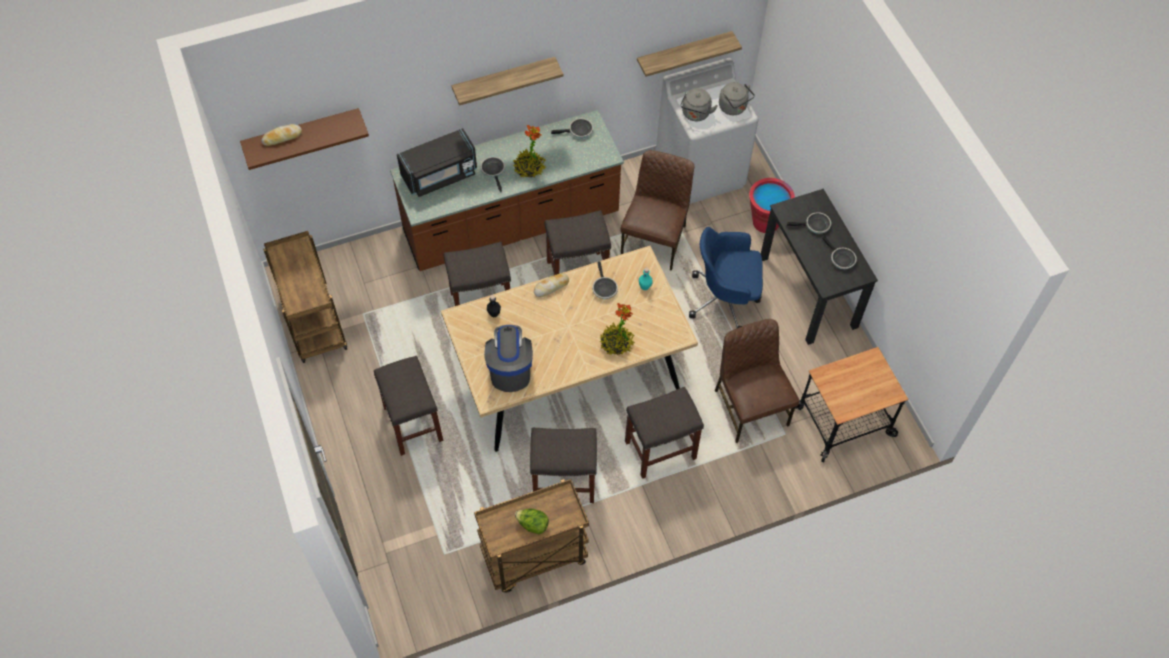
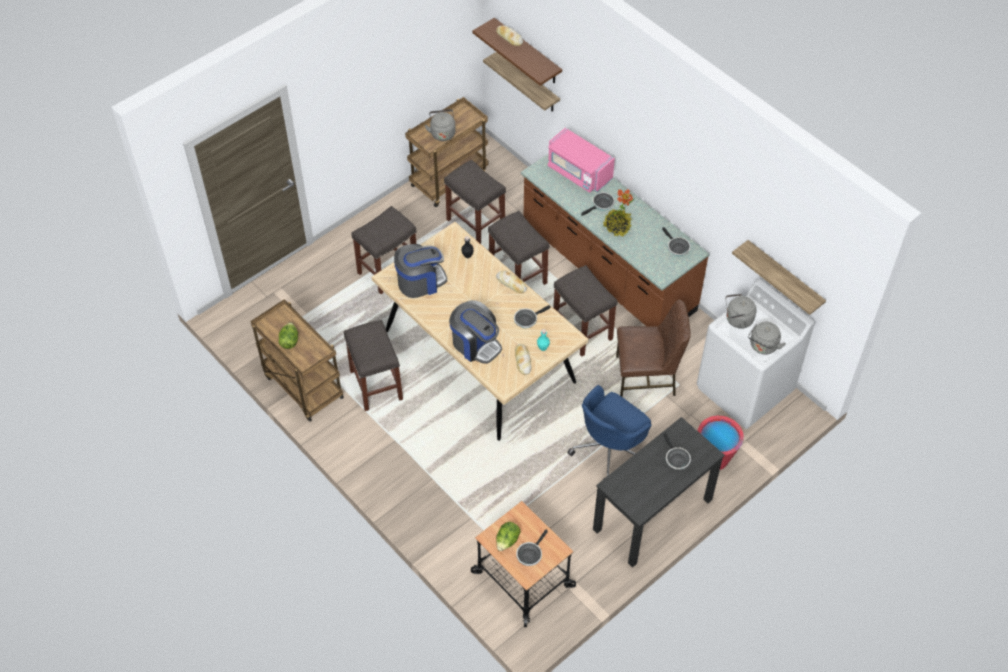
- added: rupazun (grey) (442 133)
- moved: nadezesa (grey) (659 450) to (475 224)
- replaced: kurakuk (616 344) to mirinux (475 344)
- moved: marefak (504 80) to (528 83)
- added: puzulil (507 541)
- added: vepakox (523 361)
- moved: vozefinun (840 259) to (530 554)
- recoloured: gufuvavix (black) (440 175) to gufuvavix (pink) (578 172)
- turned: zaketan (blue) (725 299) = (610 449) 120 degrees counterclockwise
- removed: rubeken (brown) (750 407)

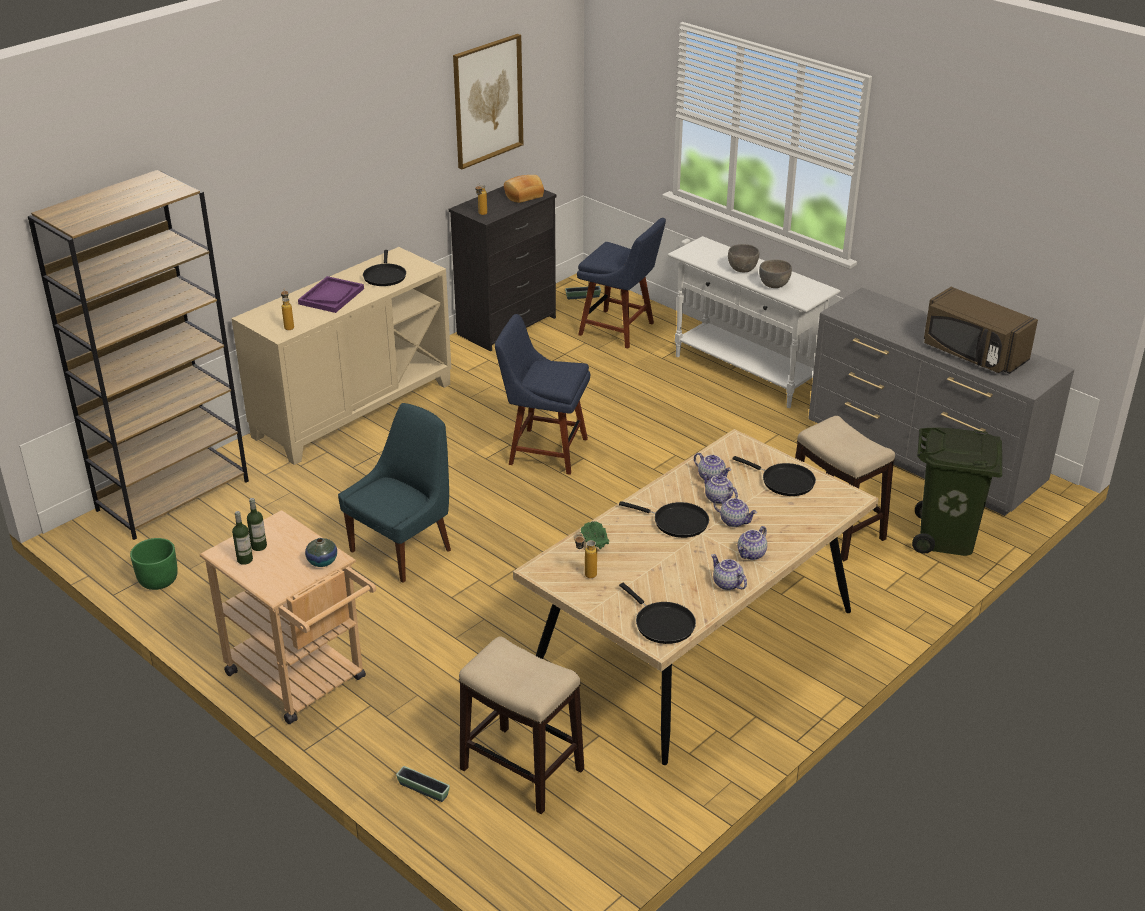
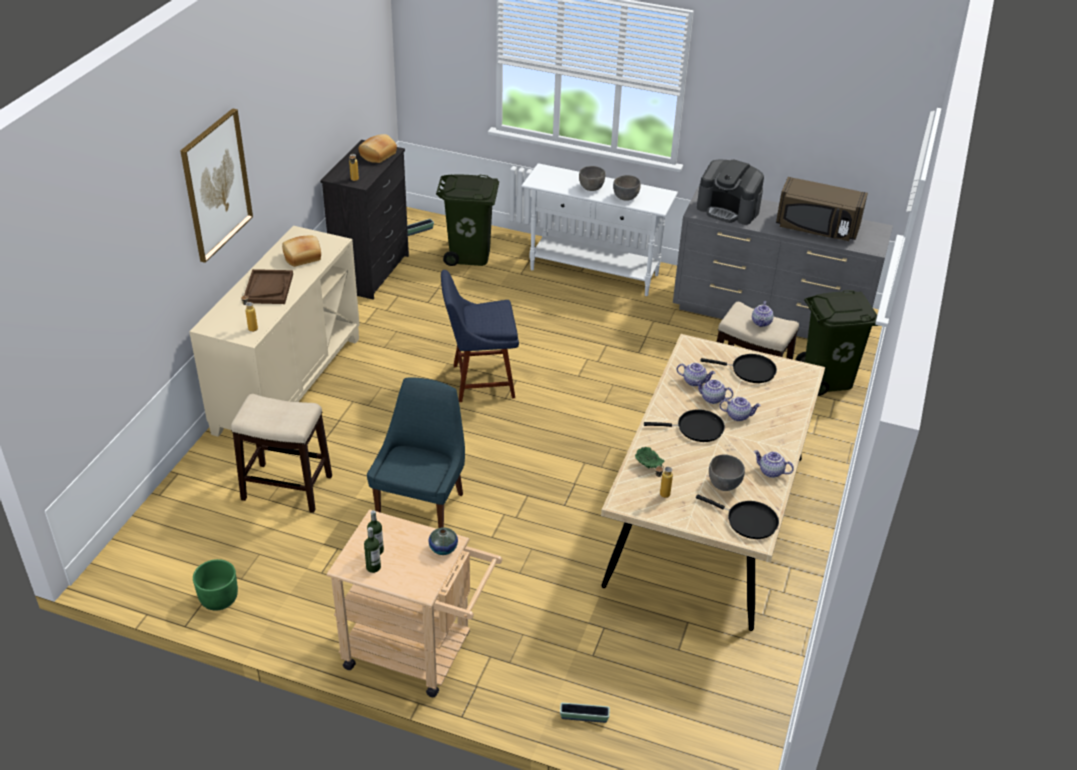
- moved: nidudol (487 101) to (216 185)
- moved: nadezesa (521 769) to (286 487)
- recoloured: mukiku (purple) (331 296) to mukiku (brown) (268 288)
- replaced: vozefinun (black) (384 276) to vepakox (302 257)
- replaced: rubeken (blue) (620 330) to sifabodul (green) (469 255)
- added: mirinux (728 209)
- added: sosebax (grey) (724 484)
- moved: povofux (752 554) to (762 323)
- removed: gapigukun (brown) (173 495)

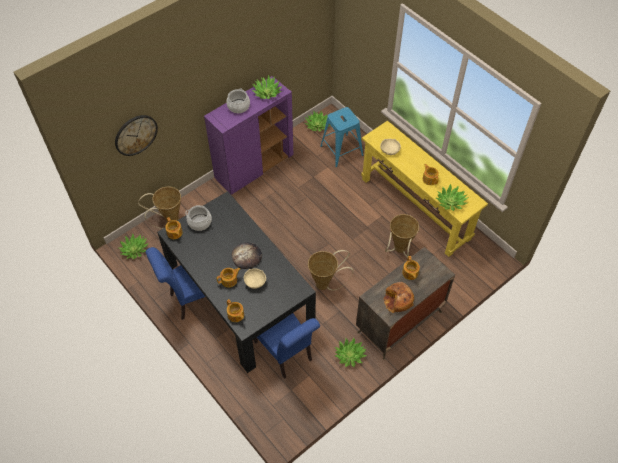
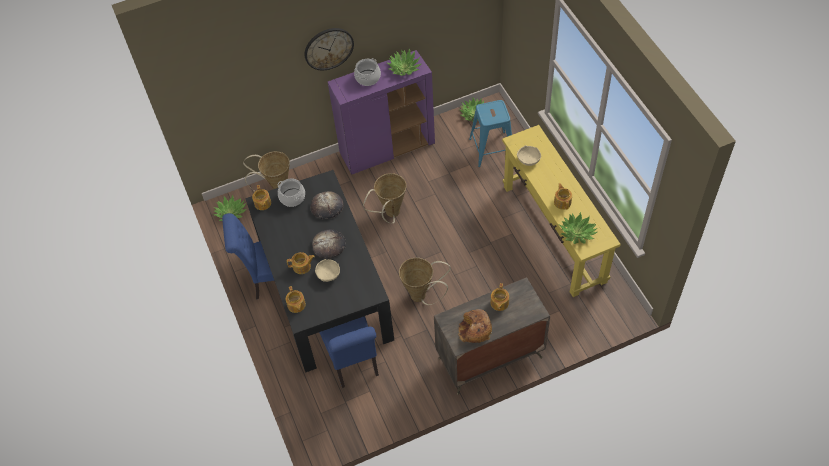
- moved: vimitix (135 135) to (328 48)
- added: vepakox (327 207)
- moved: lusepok (399 250) to (390 214)
- removed: kurakuk (350 355)

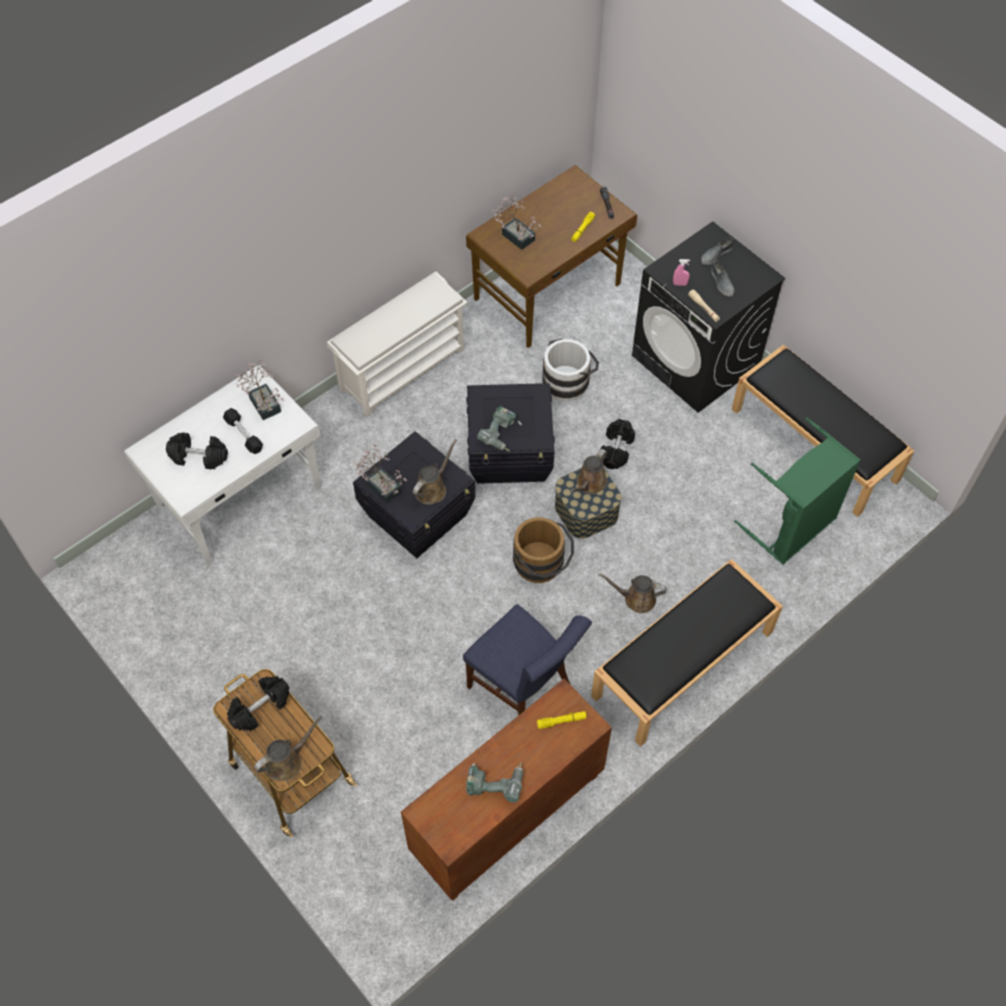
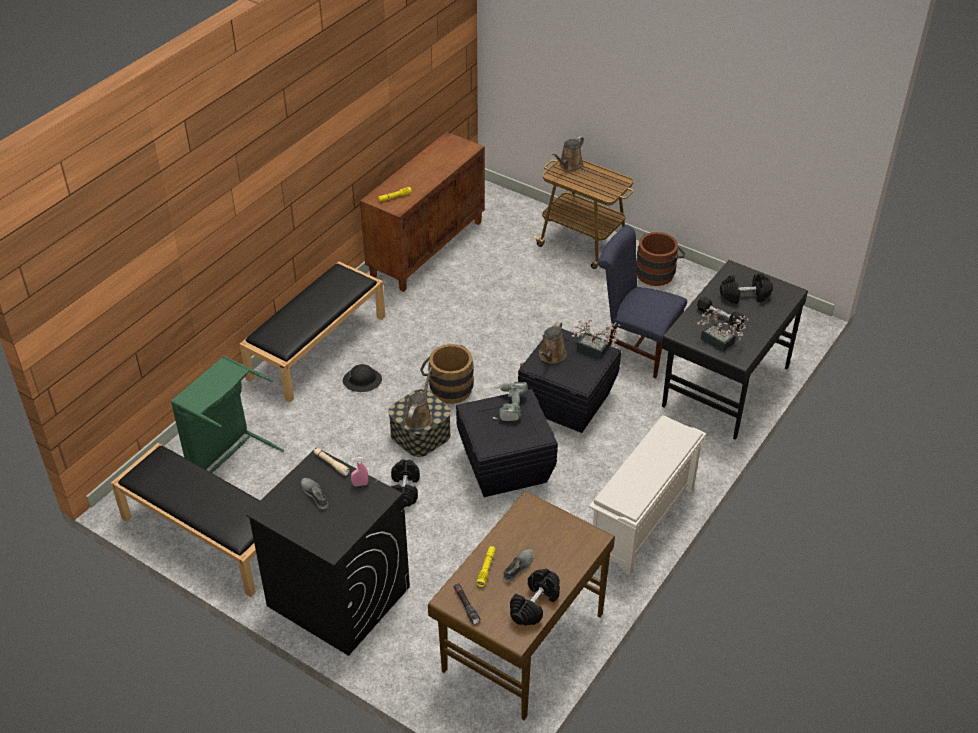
- replaced: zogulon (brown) (636 599) to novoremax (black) (362 380)
- moved: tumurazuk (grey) (716 254) to (519 567)
- moved: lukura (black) (260 707) to (534 605)
- moved: rubeken (blue) (524 688) to (635 348)
- added: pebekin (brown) (657 272)
- recoloured: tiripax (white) (241 497) to tiripax (black) (724 386)
- removed: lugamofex (495 783)
- removed: kurakuk (516 235)
- removed: pebekin (white) (568 381)

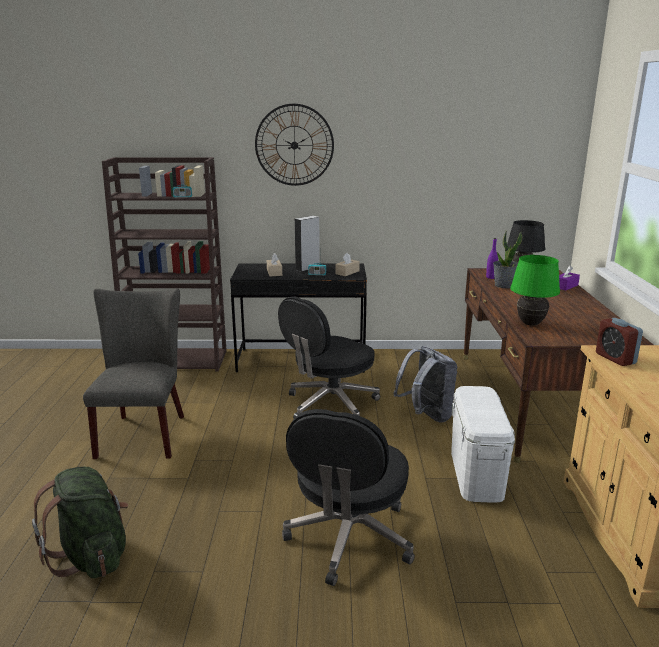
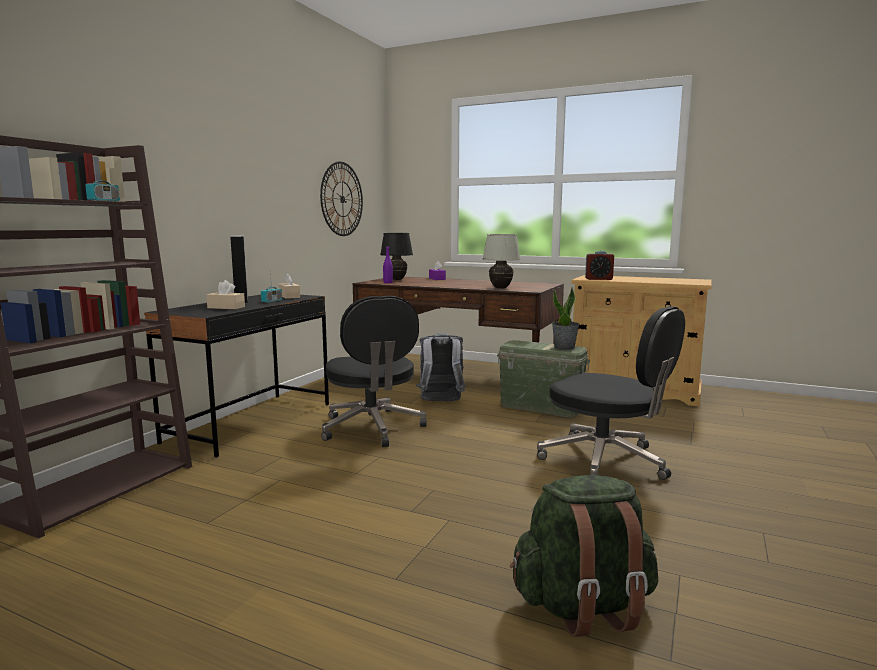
- moved: vimitix (294 145) to (342 199)
- recoloured: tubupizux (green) (530 324) to tubupizux (white) (501 288)
- recoloured: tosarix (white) (476 473) to tosarix (green) (541 407)
- moved: kurakuk (503 285) to (564 347)
- removed: rubeken (grey) (144 432)

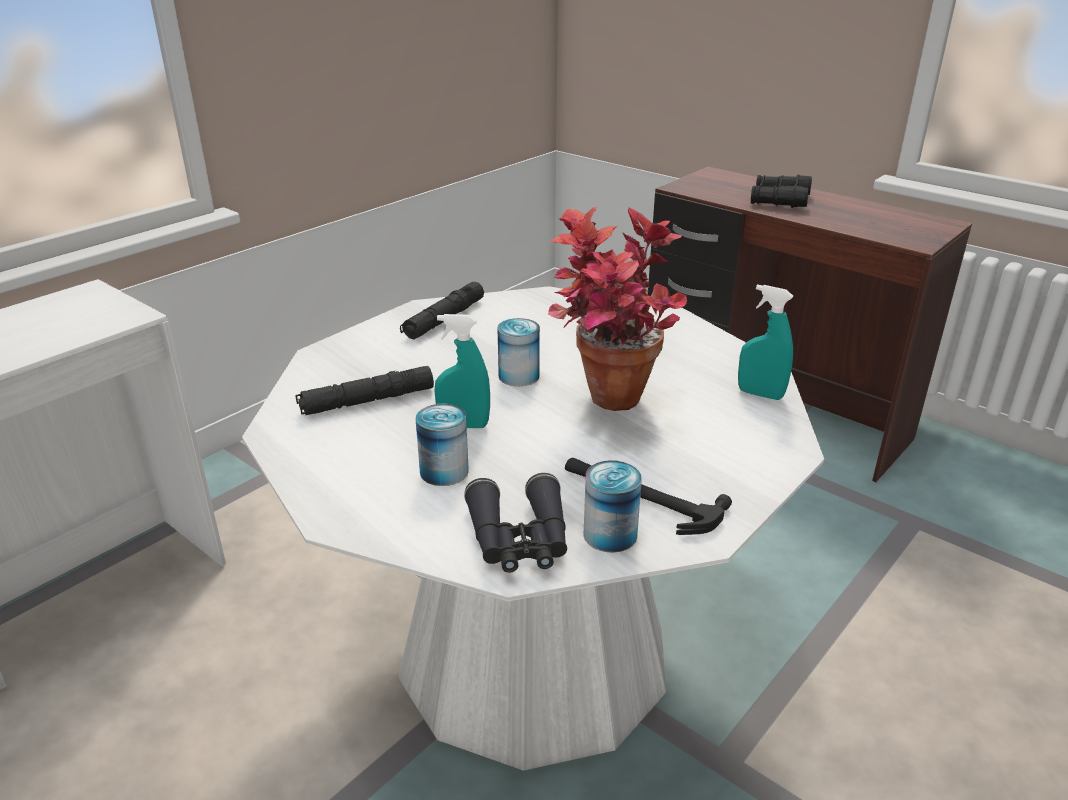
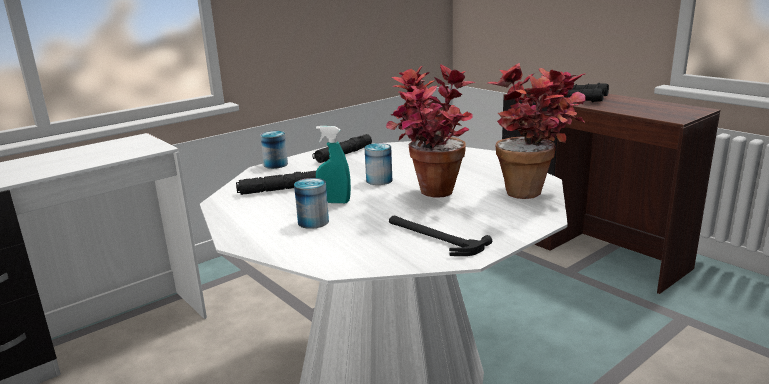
- moved: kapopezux (610 534) to (275 164)
- replaced: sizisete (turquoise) (760 394) to kurakuk (535 192)
- removed: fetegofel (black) (519 540)

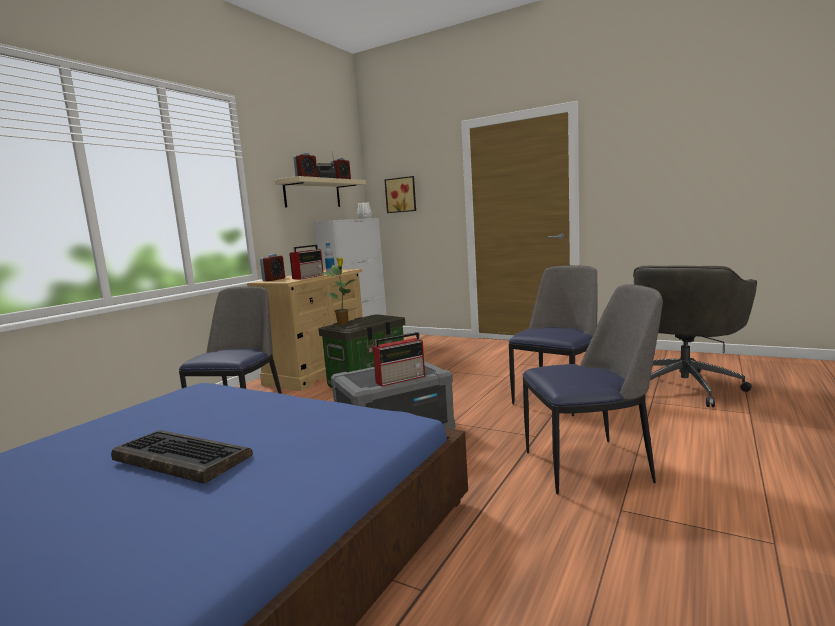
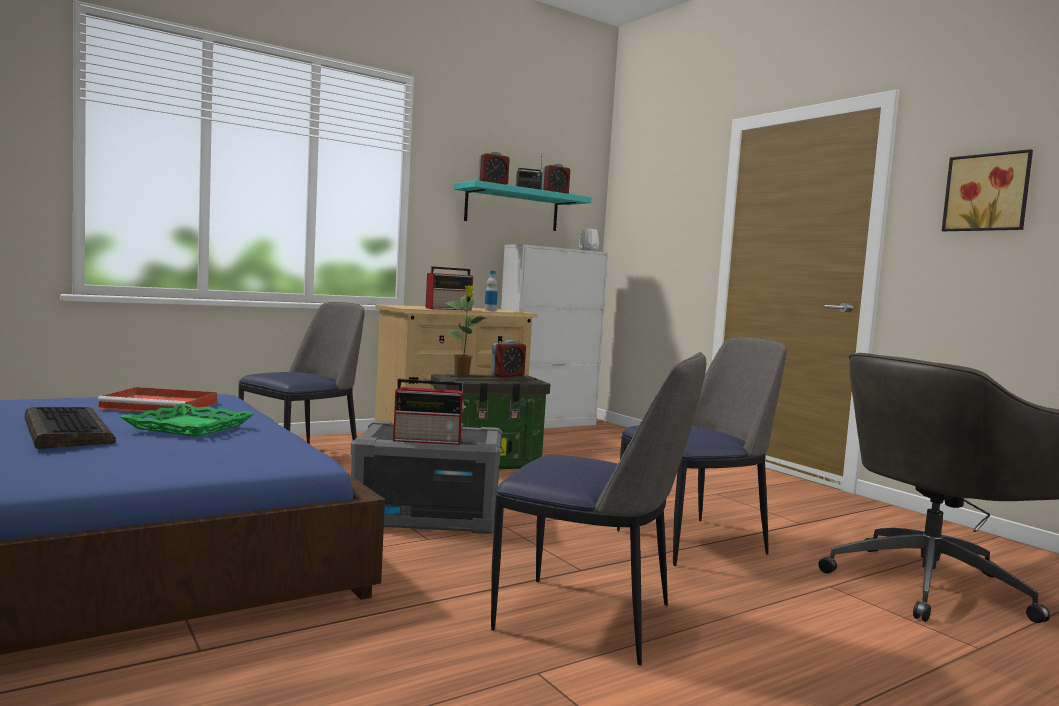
- added: mukiku (red) (162 405)
- added: mukiku (green) (190 427)
- recoloured: marefak (beige) (312 194) to marefak (turquoise) (512 209)
- moved: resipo (274 279) to (507 375)
- moved: nidudol (401 195) to (988 193)

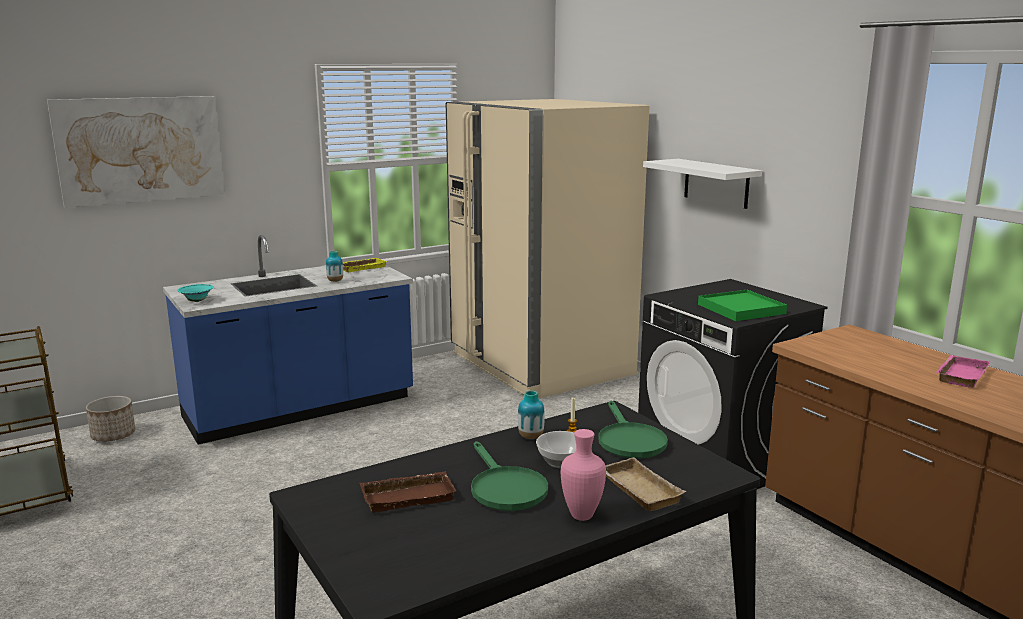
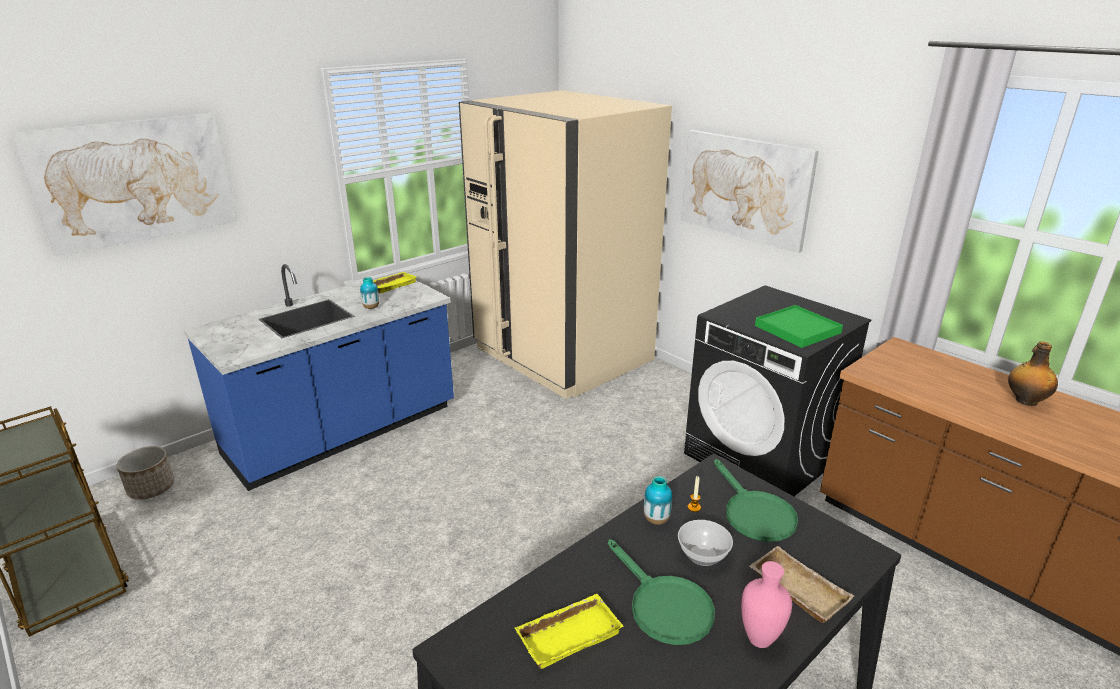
- recoloured: mukiku (brown) (408 496) to mukiku (yellow) (568 633)
- replaced: marefak (white) (716 183) to nidudol (745 188)
- replaced: mukiku (pink) (959 375) to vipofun (1025 401)
- removed: sosebax (turquoise) (197 301)

